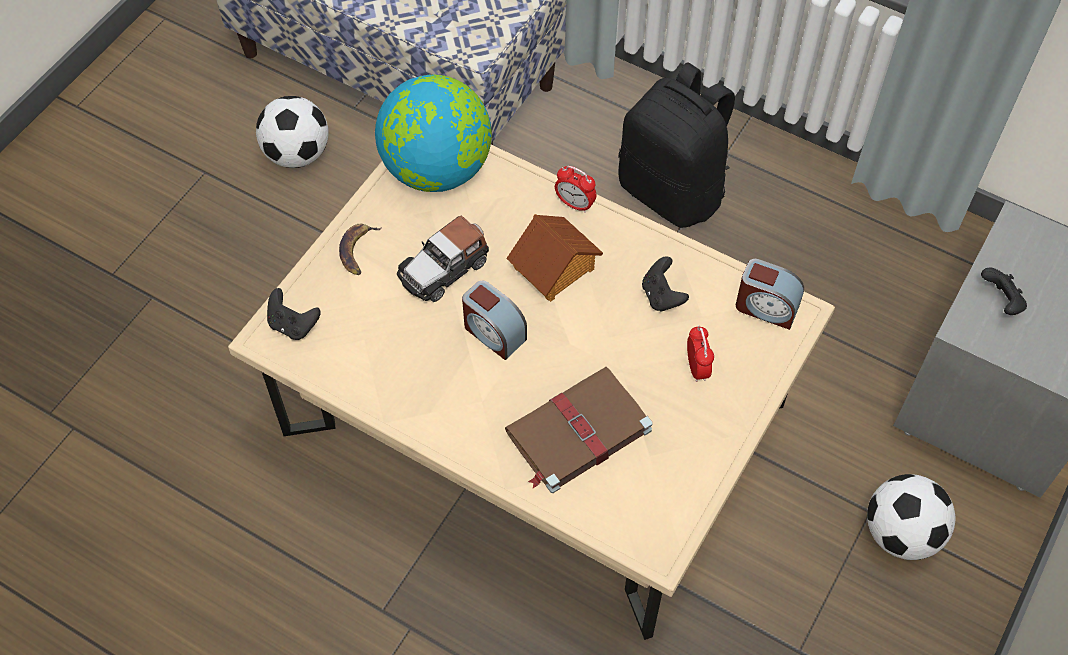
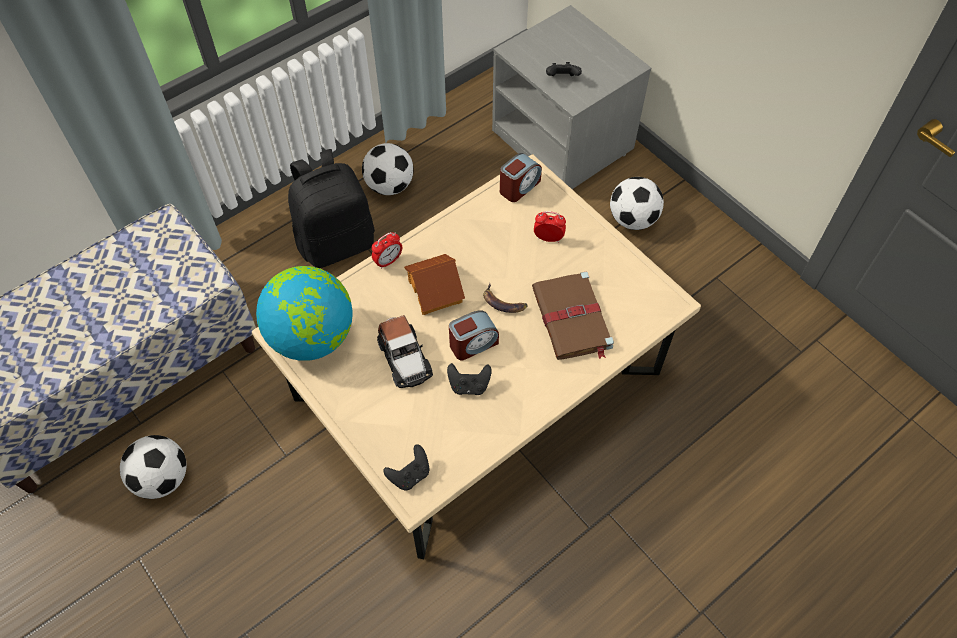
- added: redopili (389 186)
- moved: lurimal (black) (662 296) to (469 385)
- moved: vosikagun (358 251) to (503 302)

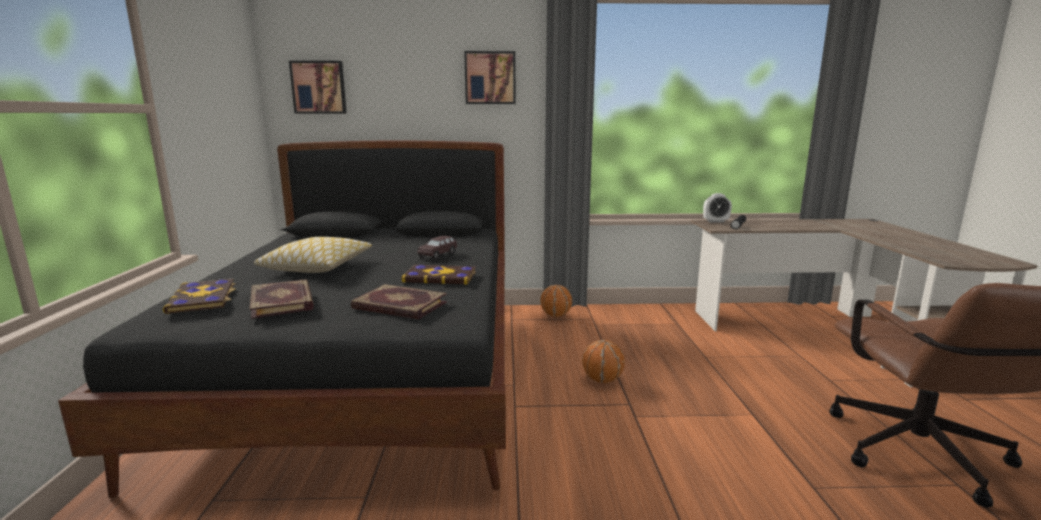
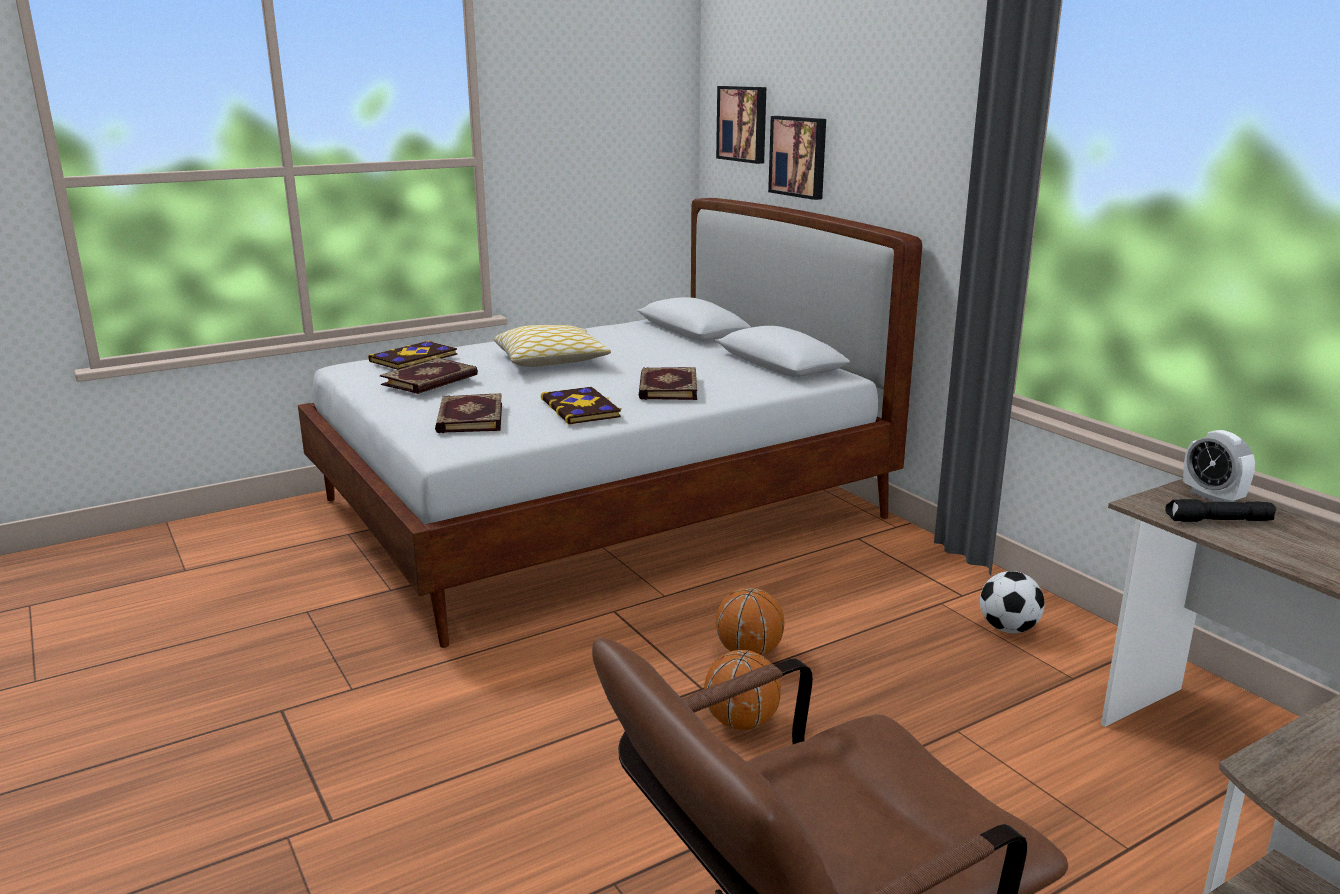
- recoloured: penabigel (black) (370 373) to penabigel (white) (600 511)
- replaced: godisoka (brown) (438 255) to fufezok (666 387)
- moved: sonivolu (555 315) to (741 722)
- moved: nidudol (490 78) to (799 156)
- added: redopili (1008 629)

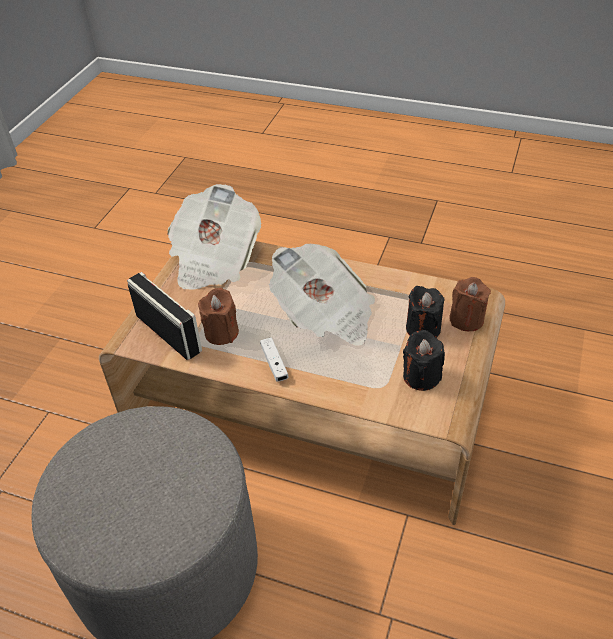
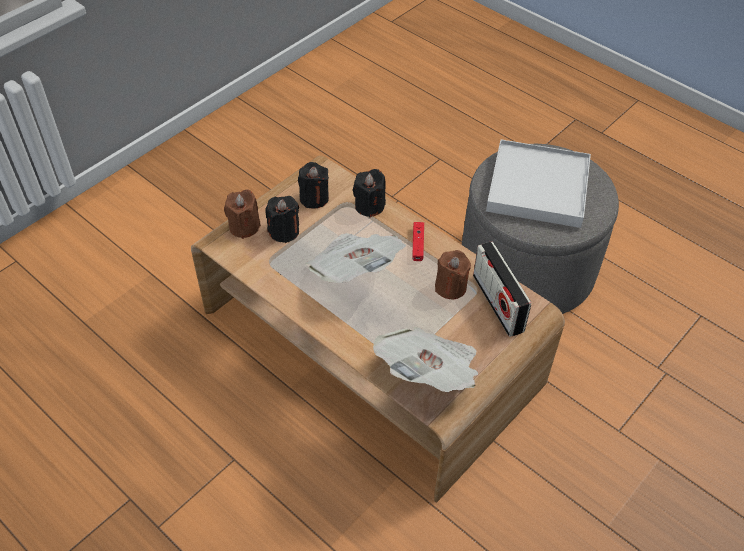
- added: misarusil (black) (369 206)
- recoloured: lurimal (white) (274 364) to lurimal (red) (418 244)
- added: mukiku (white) (538 187)

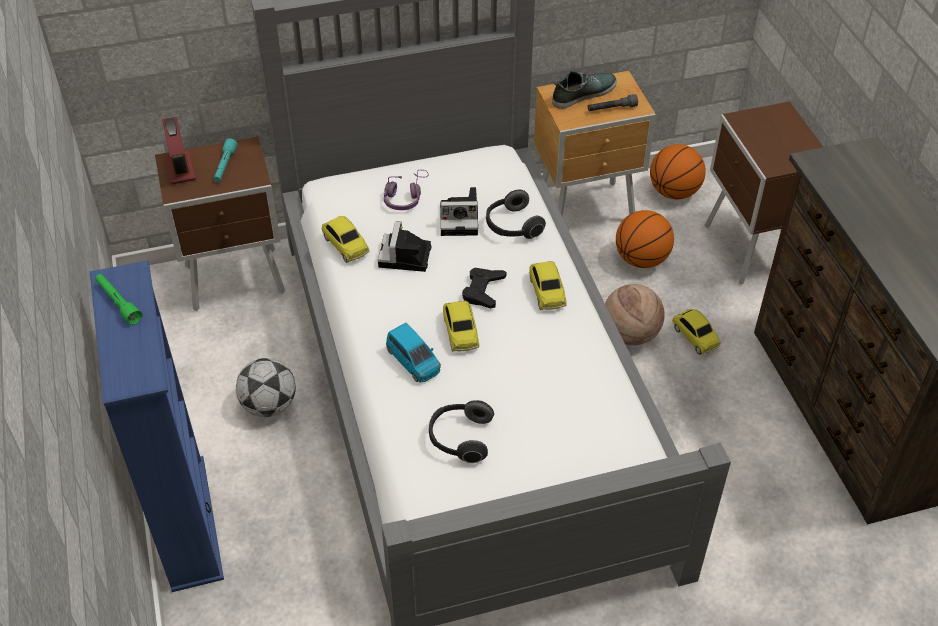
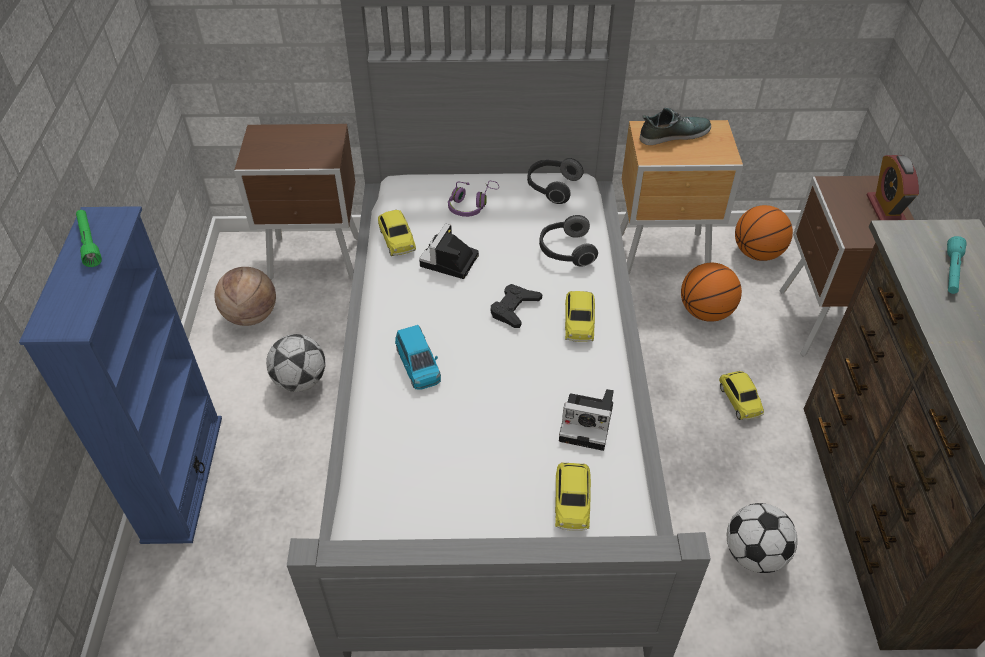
- moved: sonivolu (630 335) to (251 316)
- moved: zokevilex (460 438) to (552 187)
- moved: godisoka (460 331) to (571 501)
- moved: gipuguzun (461 219) to (589 423)
- added: redopili (754 554)
- moved: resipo (180 168) to (885 209)
- moved: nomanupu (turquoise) (225 166) to (951 272)
- removed: nomanupu (grey) (611 109)

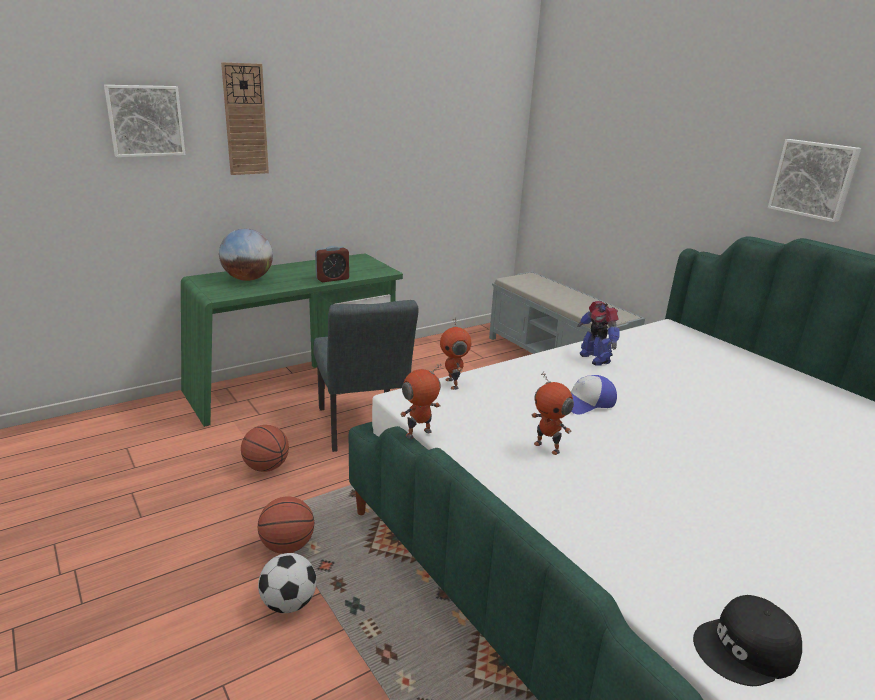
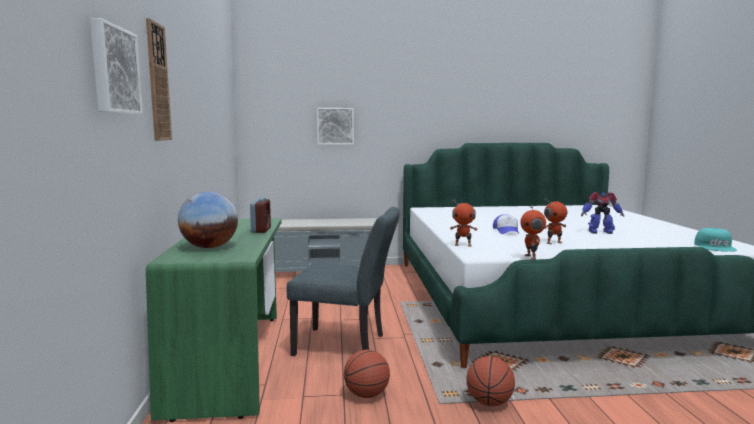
- moved: nidudol (813 179) to (335 126)
- moved: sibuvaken (595 358) to (600 232)
- recoloured: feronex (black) (746 650) to feronex (turquoise) (715 247)
- removed: redopili (289 603)

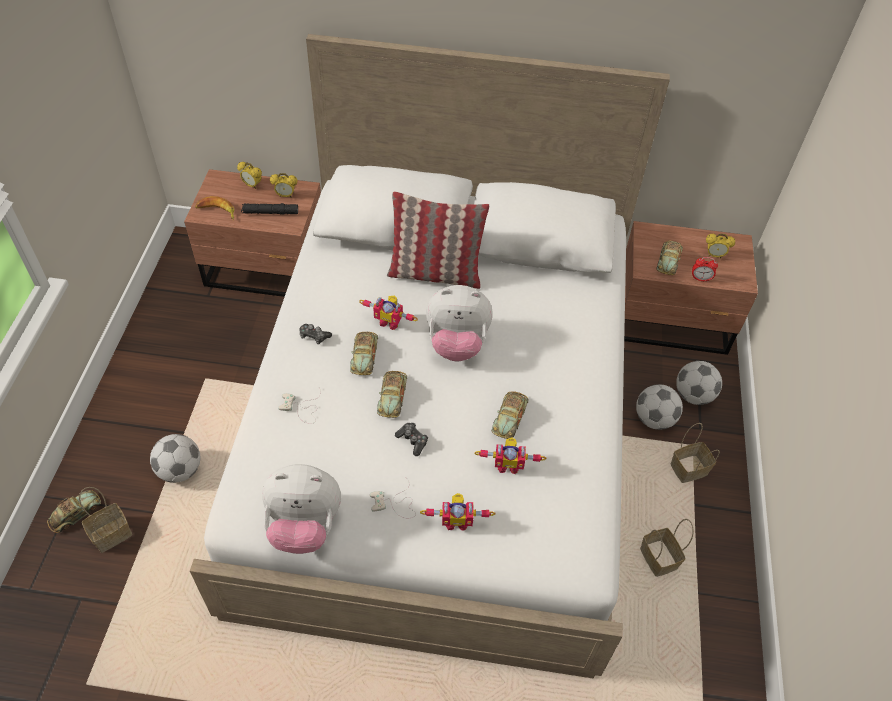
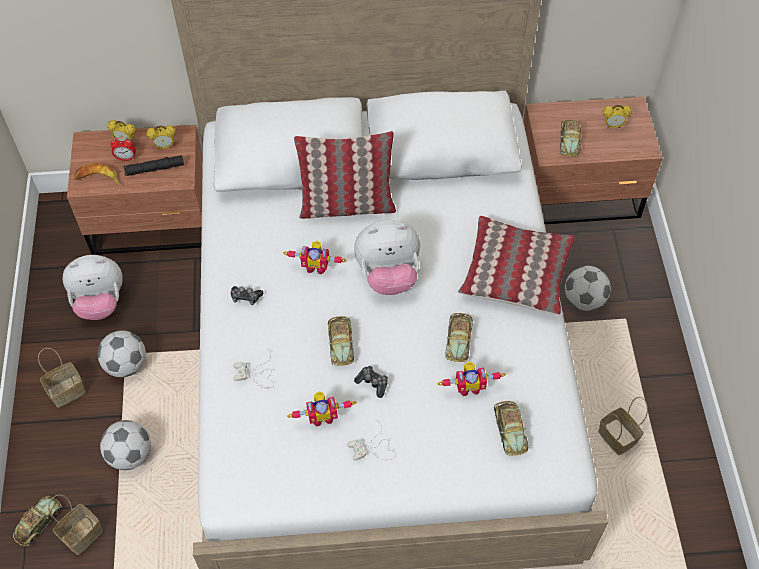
- moved: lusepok (688 470) to (66 392)
- moved: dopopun (304 526) to (100 302)
- moved: redopili (693 395) to (126 365)
- moved: resipo (700 279) to (126 158)
- moved: sibuvaken (456 521) to (322 416)
- added: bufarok (515 273)
- moved: godisoka (364 355) to (510 430)

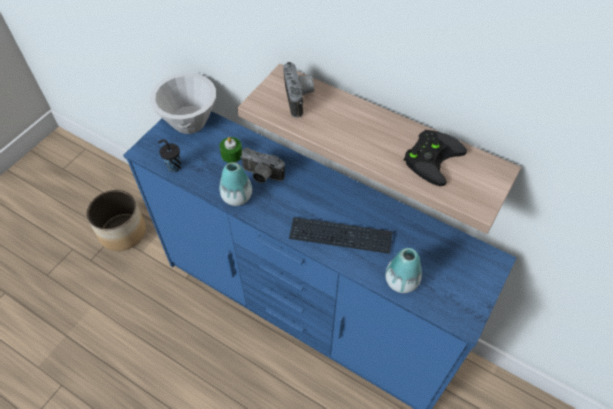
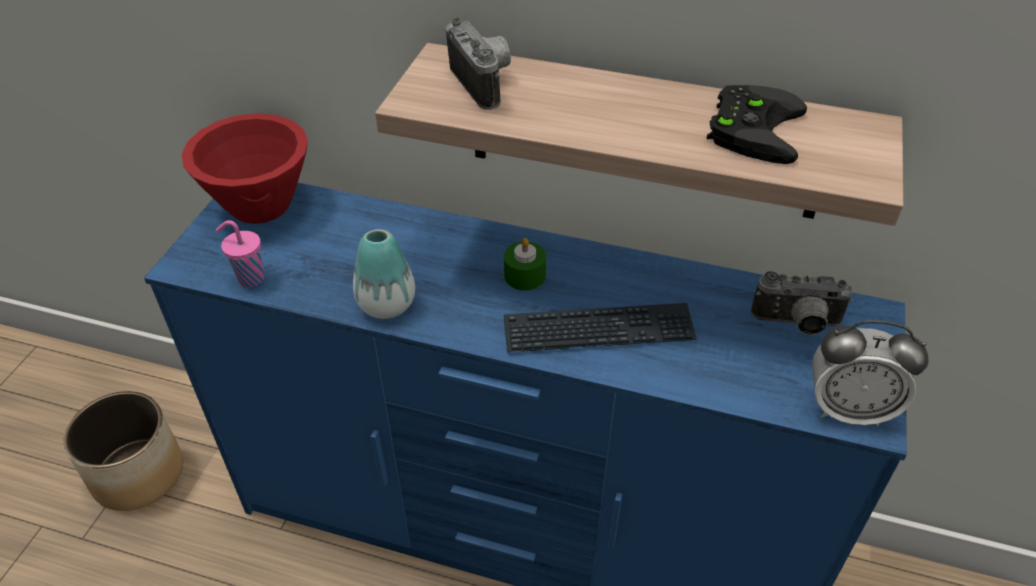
- recoloured: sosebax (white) (189 122) to sosebax (red) (259 205)
- recoloured: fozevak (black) (173 166) to fozevak (pink) (249 279)
- moved: misarusil (green) (231 154) to (524 275)
- moved: gipuguzun (261 176) to (797 325)
- added: resipo (848 409)
- removed: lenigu (401 281)

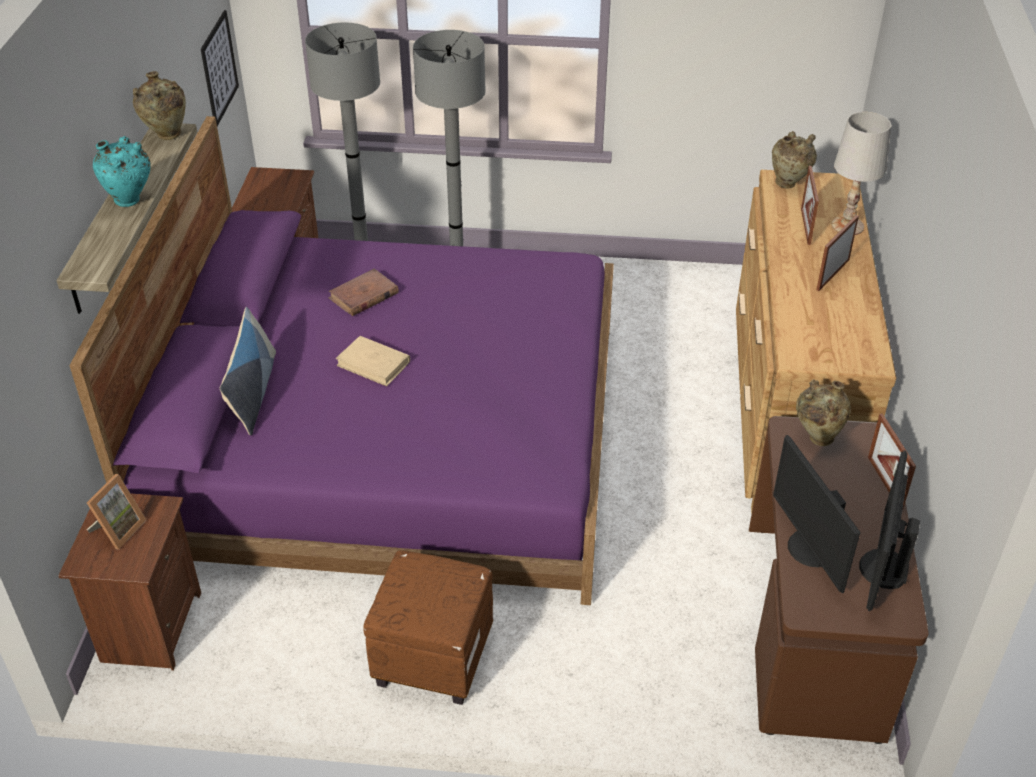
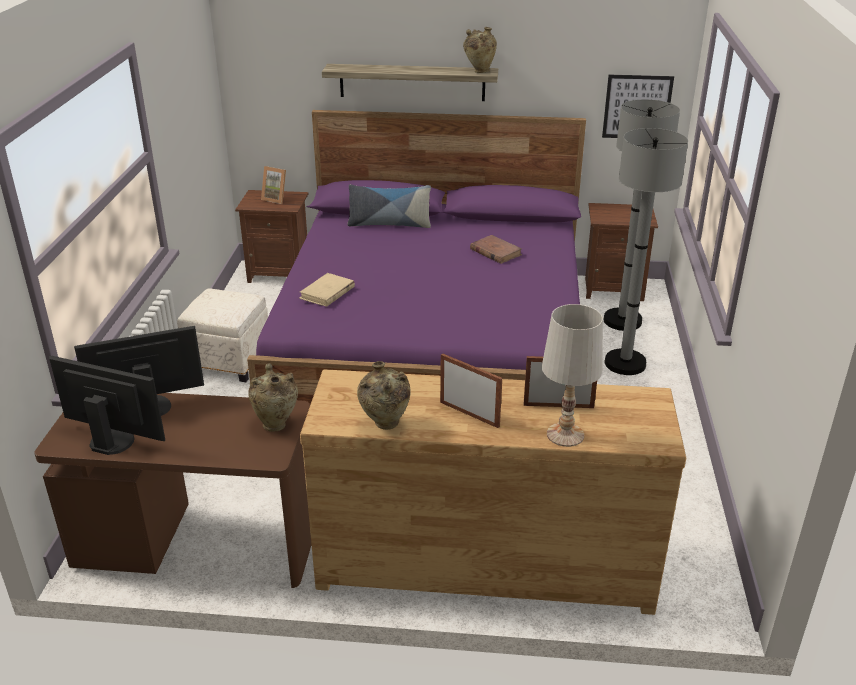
- recoloured: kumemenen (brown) (434 658) to kumemenen (white) (228 362)
- moved: fufezok (beige) (374 364) to (327 293)
- moved: lenigu (beige) (788 184) to (385 425)
- removed: lenigu (turquoise) (130 202)
- removed: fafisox (885 483)

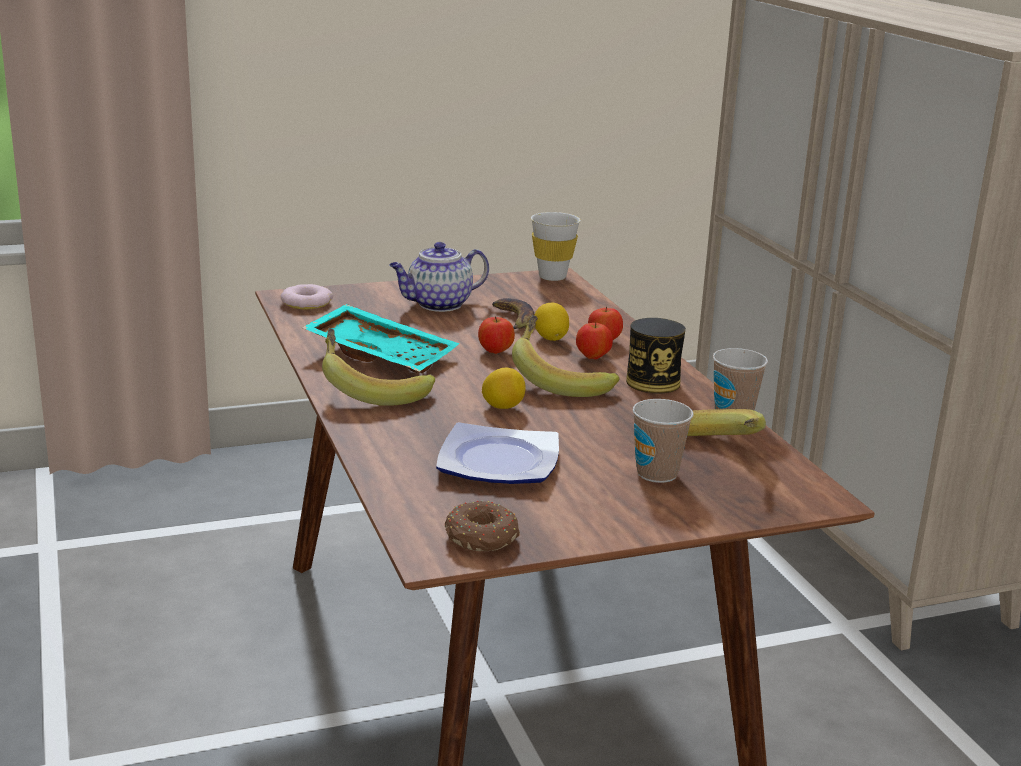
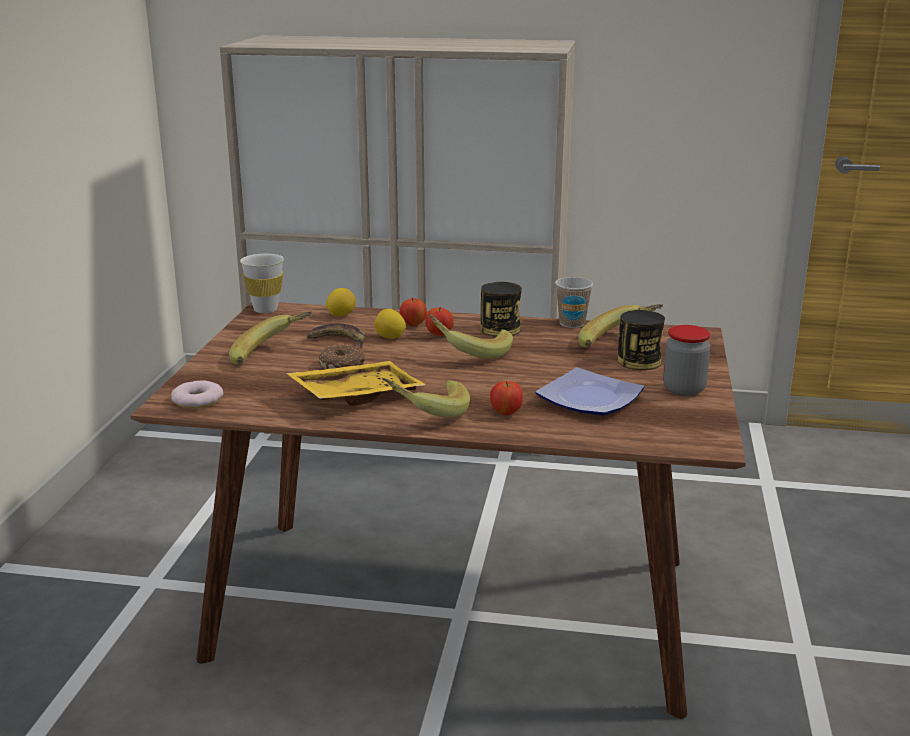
- replaced: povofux (438 305) to vosikagun (272 356)
- recoloured: mukiku (turquoise) (382 355) to mukiku (yellow) (356 395)
- moved: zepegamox (481 538) to (343 365)
- moved: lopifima (503 407) to (341 315)
- moved: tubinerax (495 351) to (506 413)
- replaced: fozevak (657 474) to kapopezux (639 361)
- added: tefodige (684 389)

